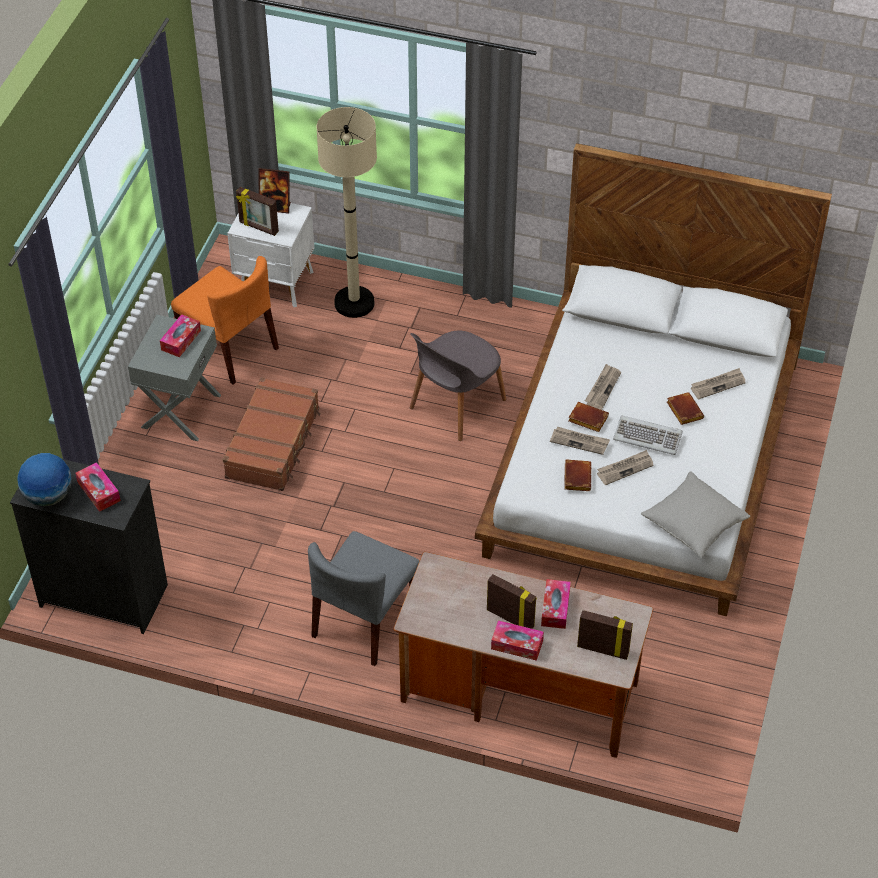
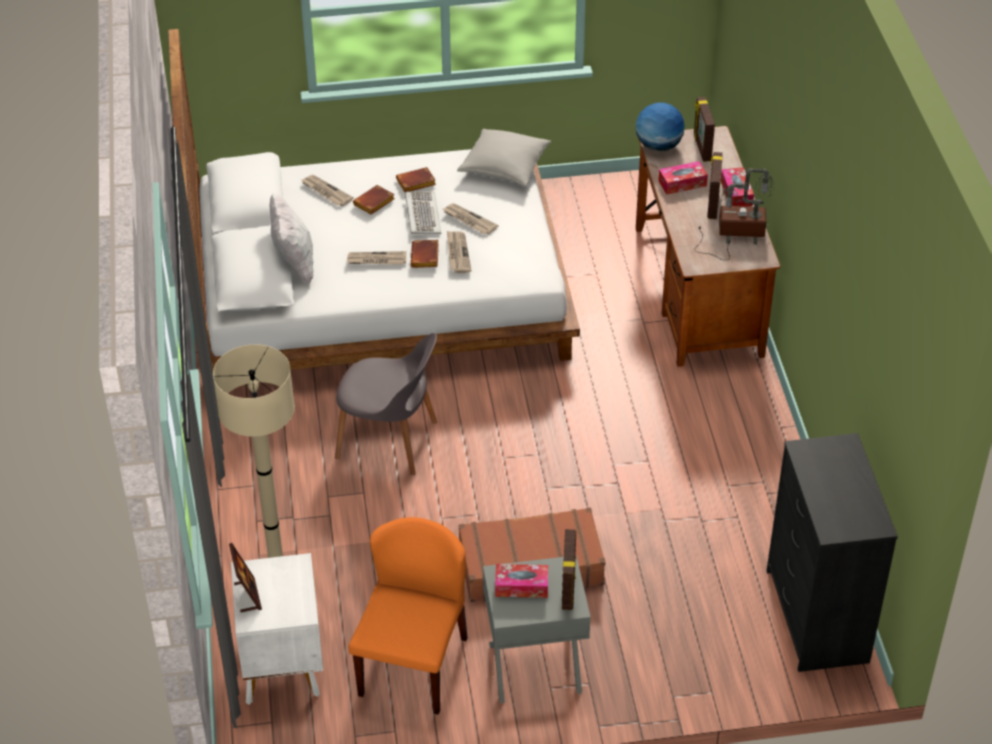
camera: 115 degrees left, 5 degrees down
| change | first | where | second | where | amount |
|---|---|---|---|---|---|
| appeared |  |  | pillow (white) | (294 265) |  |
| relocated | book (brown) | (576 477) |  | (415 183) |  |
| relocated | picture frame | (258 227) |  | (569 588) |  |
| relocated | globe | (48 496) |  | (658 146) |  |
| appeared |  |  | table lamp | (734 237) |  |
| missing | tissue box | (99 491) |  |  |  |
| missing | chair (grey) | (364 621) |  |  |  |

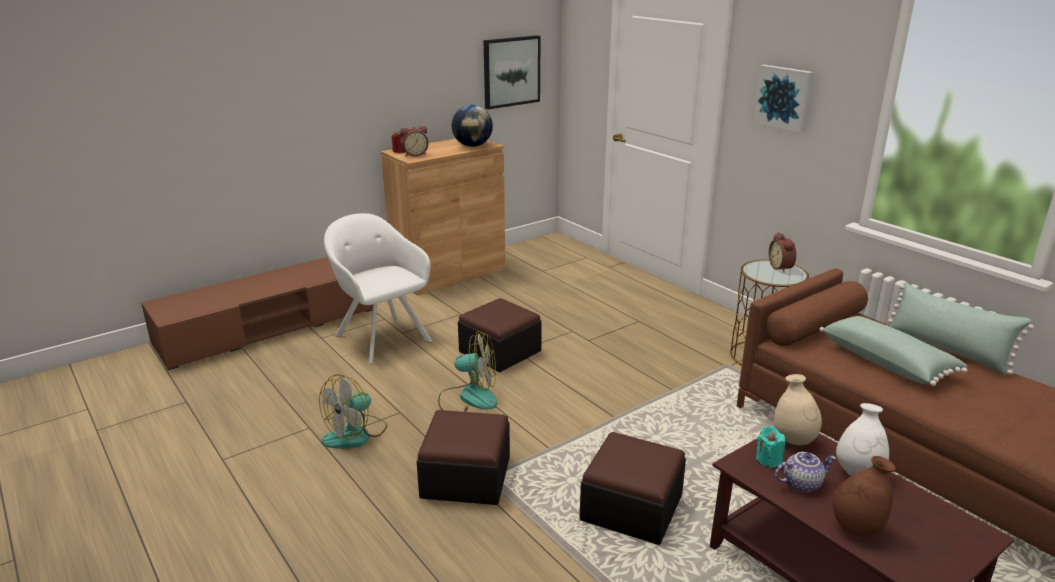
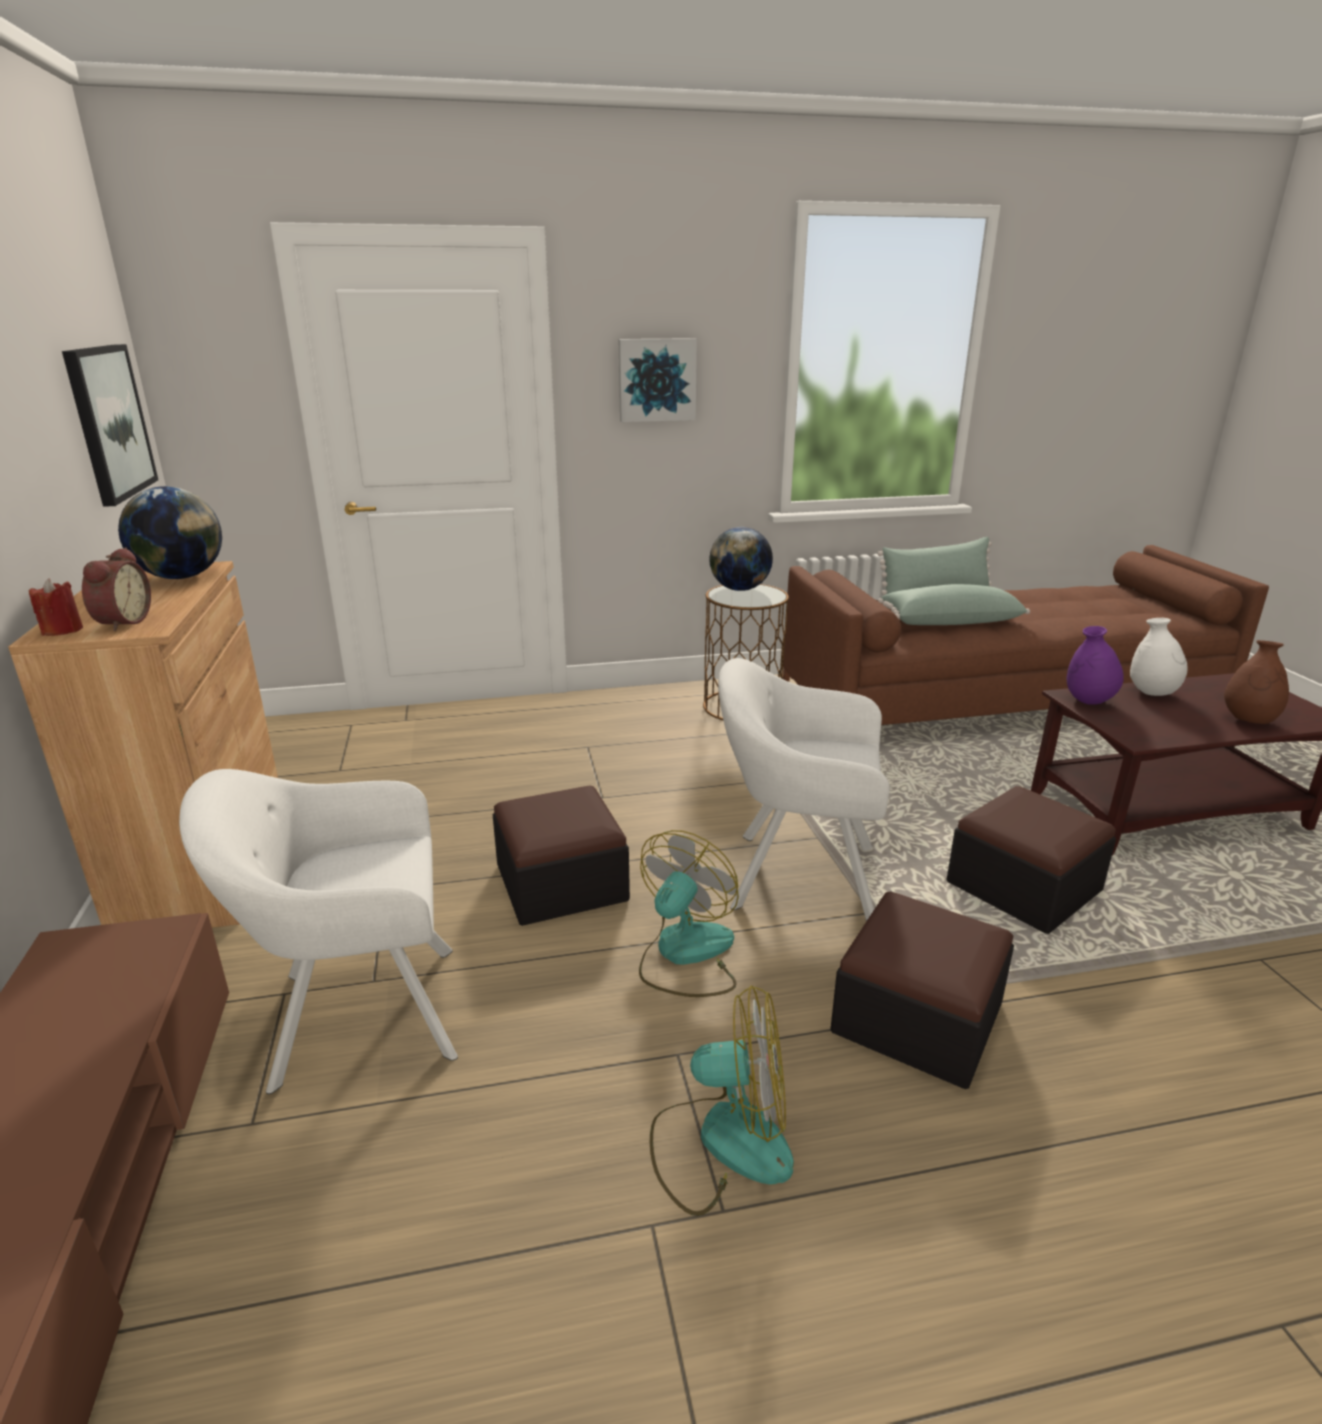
camera: 65 degrees left, 0 degrees up
| change | first | where | second | where | amount |
|---|---|---|---|---|---|
| spun | fan | (355 434) |  | (722 1141) | 60 degrees counterclockwise |
| exchanged | alarm clock | (782 267) | globe | (740 589) |  |
| appeared |  |  | armchair (white) | (795 875) |  |
| colour | vase (beige) | (794 440) | vase (purple) | (1088 701) |  |
| missing | candle (turquoise) | (768 460) |  |  |  |
| missing | teapot | (801 483) |  |  |  |

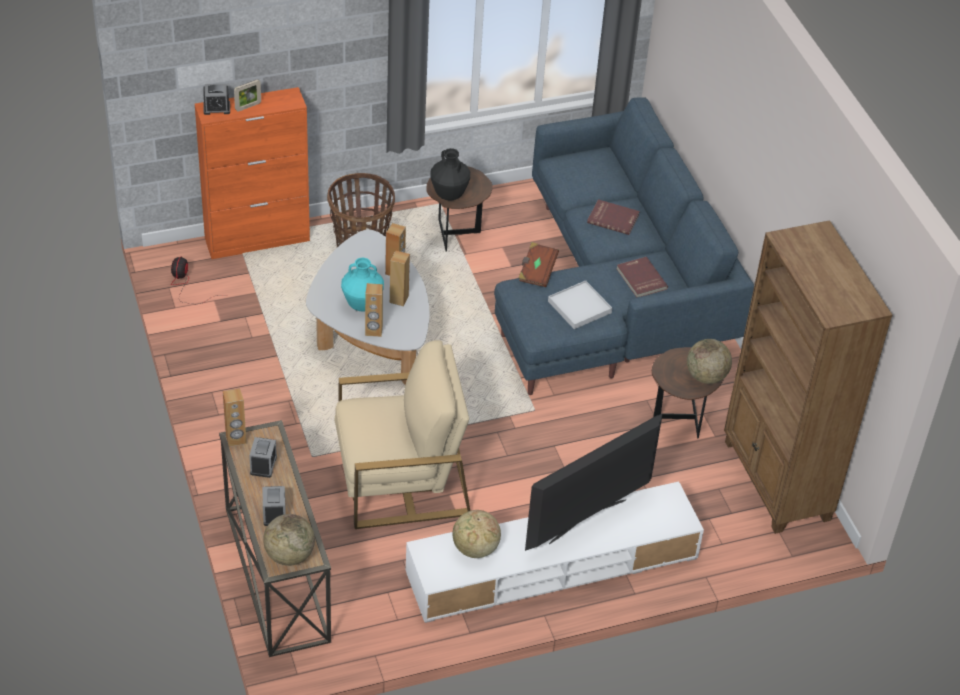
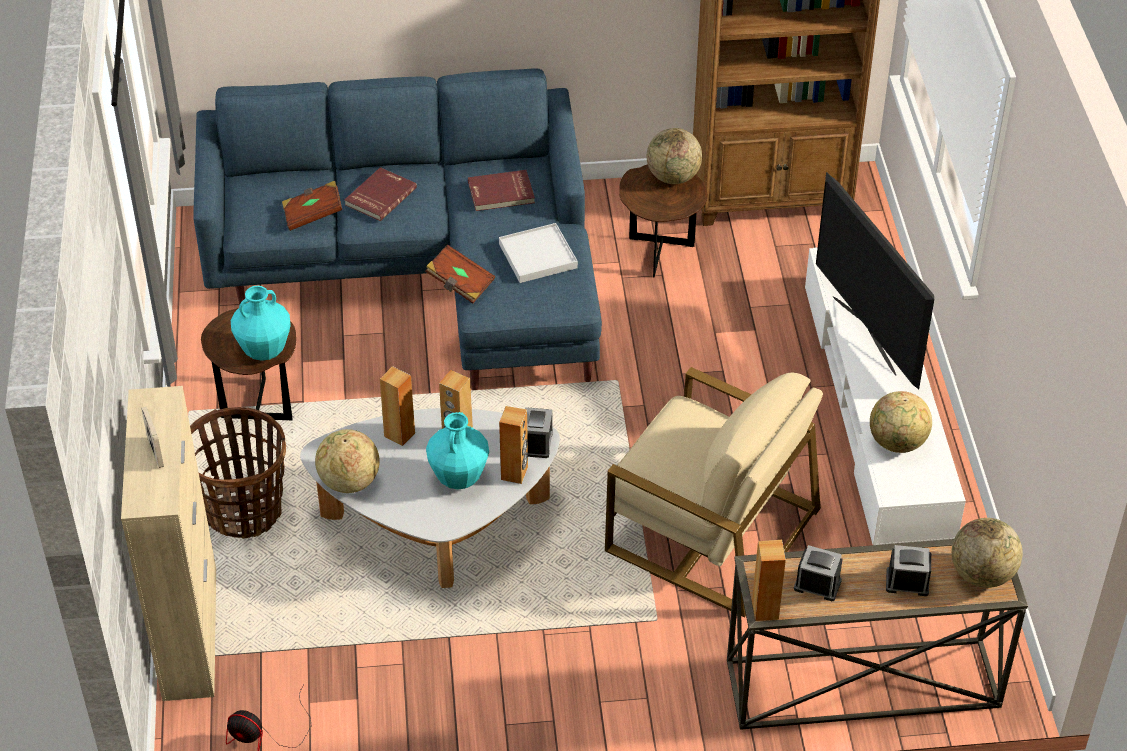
camera: 75 degrees left, 0 degrees up
| change | first | where | second | where | amount |
|---|---|---|---|---|---|
| colour | cabinet (orange) | (258 240) | cabinet (beige) | (190 633) |  |
| colour | vase (black) | (449 195) | vase (turquoise) | (264 351) |  |
| appeared |  |  | book (brown) | (313 215) |  |
| appeared |  |  | globe | (349 482) |  |
| relocated | alarm clock | (216 108) |  | (537 443) |  |
| spun | armchair (beige) | (401 477) |  | (710 529) | 120 degrees clockwise |

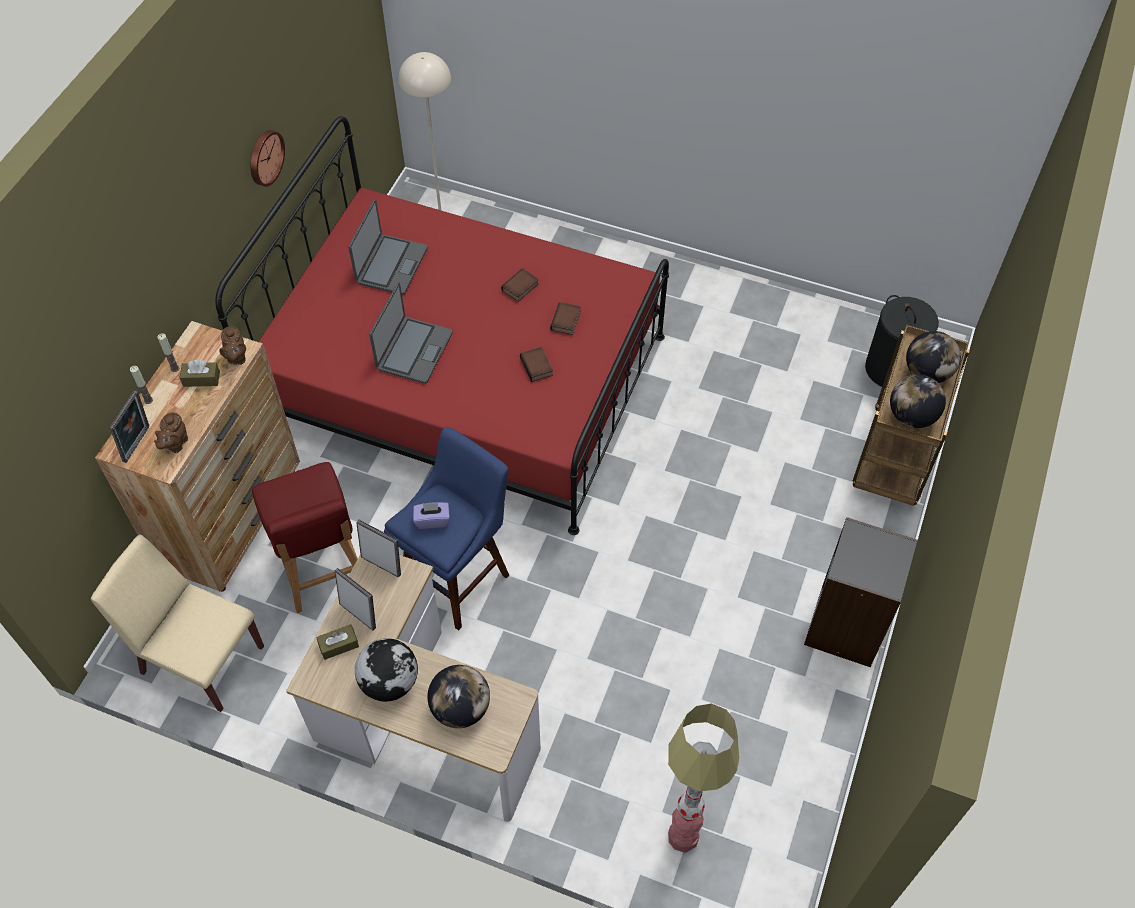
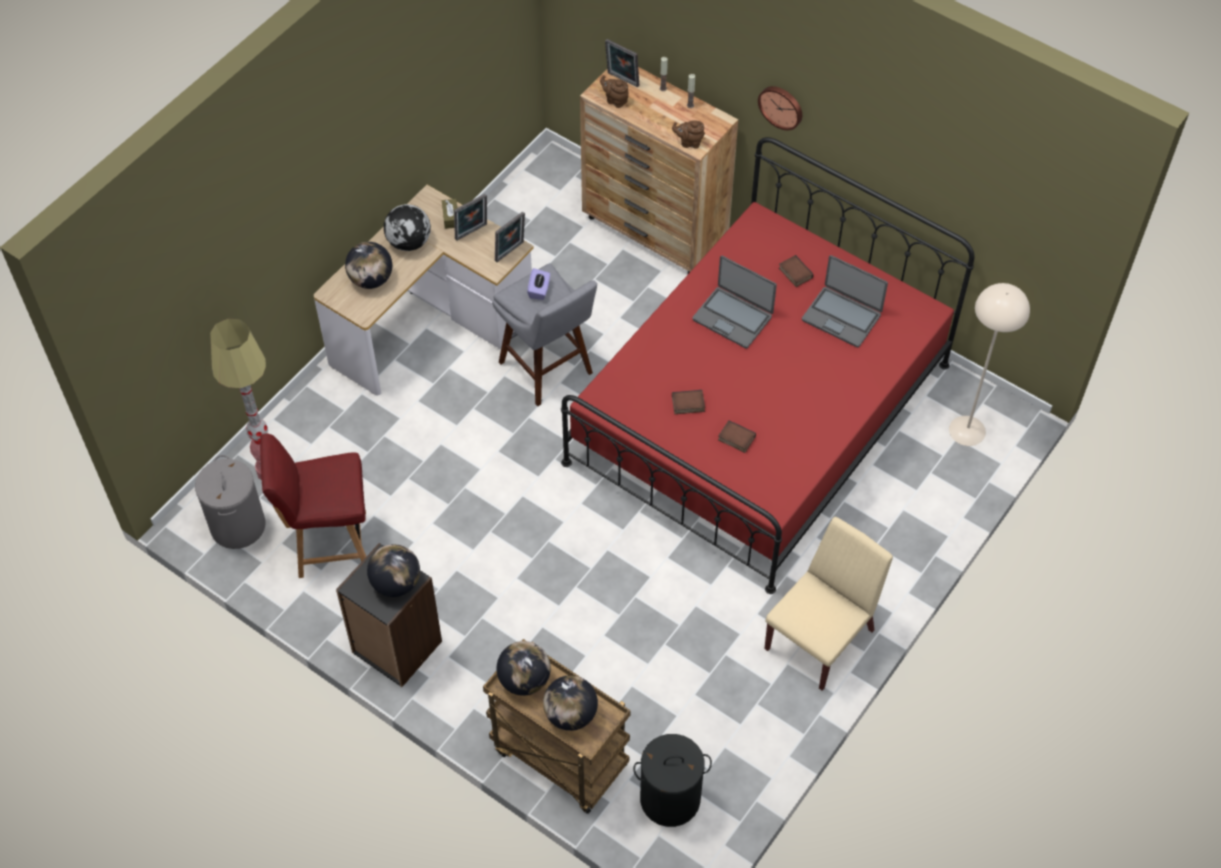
camera: 105 degrees right, 0 degrees up
| change | first | where | second | where | amount |
|---|---|---|---|---|---|
| appeared |  |  | laundry basket (grey) | (237 525) |  |
| relocated | chair (red) | (323 571) |  | (329 543) |  |
| appeared |  |  | globe | (396 583) |  |
| colour | stool (blue) | (458 577) | stool (grey) | (548 371) |  |
| relocated | wall clock | (264 157) |  | (781 106) |  |
| relocated | chair (beige) | (201 659) |  | (820 638) |  |
| relocated | book | (520 288) |  | (794 273) |  |
| missing | tissue box (brown) | (201 379) |  |  |  |

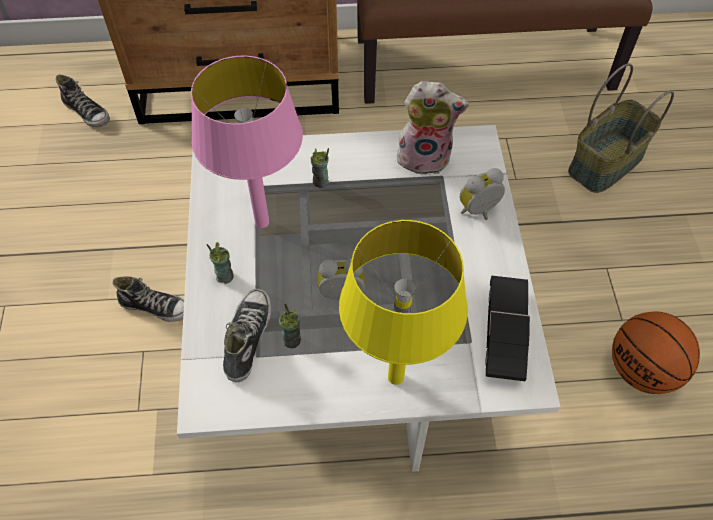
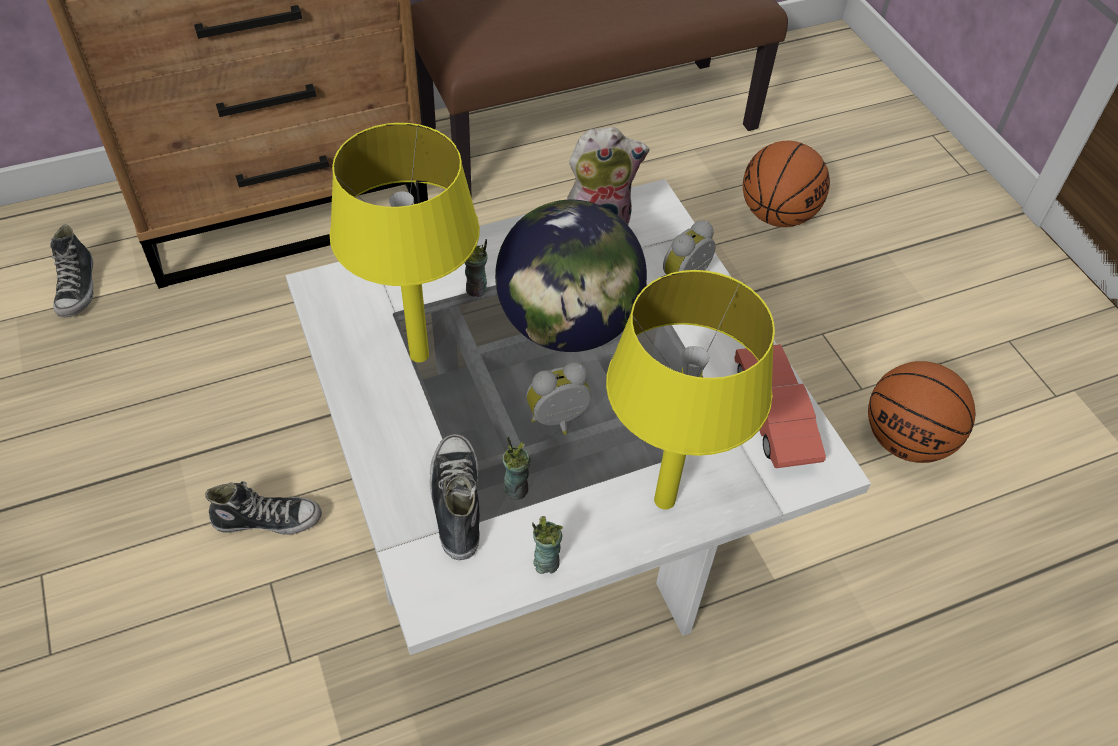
camera: 20 degrees left, 5 degrees down
| change | first | where | second | where | amount |
|---|---|---|---|---|---|
| spun | shoe | (87 112) |  | (77 288) | 60 degrees clockwise |
| colour | table lamp (pink) | (261 222) | table lamp (yellow) | (418 355) |  |
| appeared |  |  | globe | (568 326) |  |
| relocated | cup | (225 276) |  | (546 562) |  |
| colour | toy car (black) | (505 335) | toy car (red) | (774 417) |  |
| exchanged | basket | (606 164) | basketball | (777 215) |  |

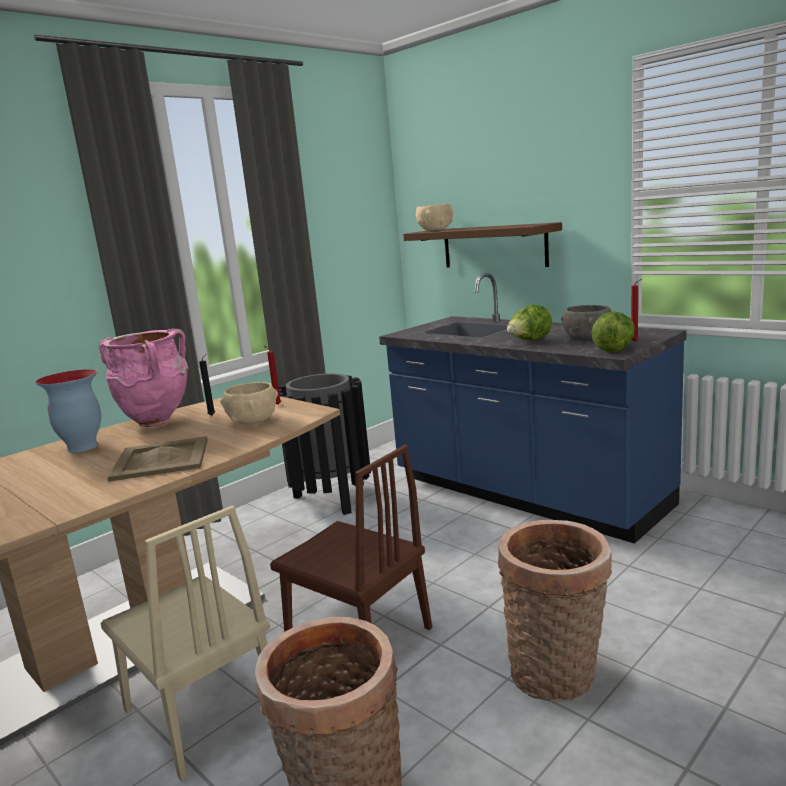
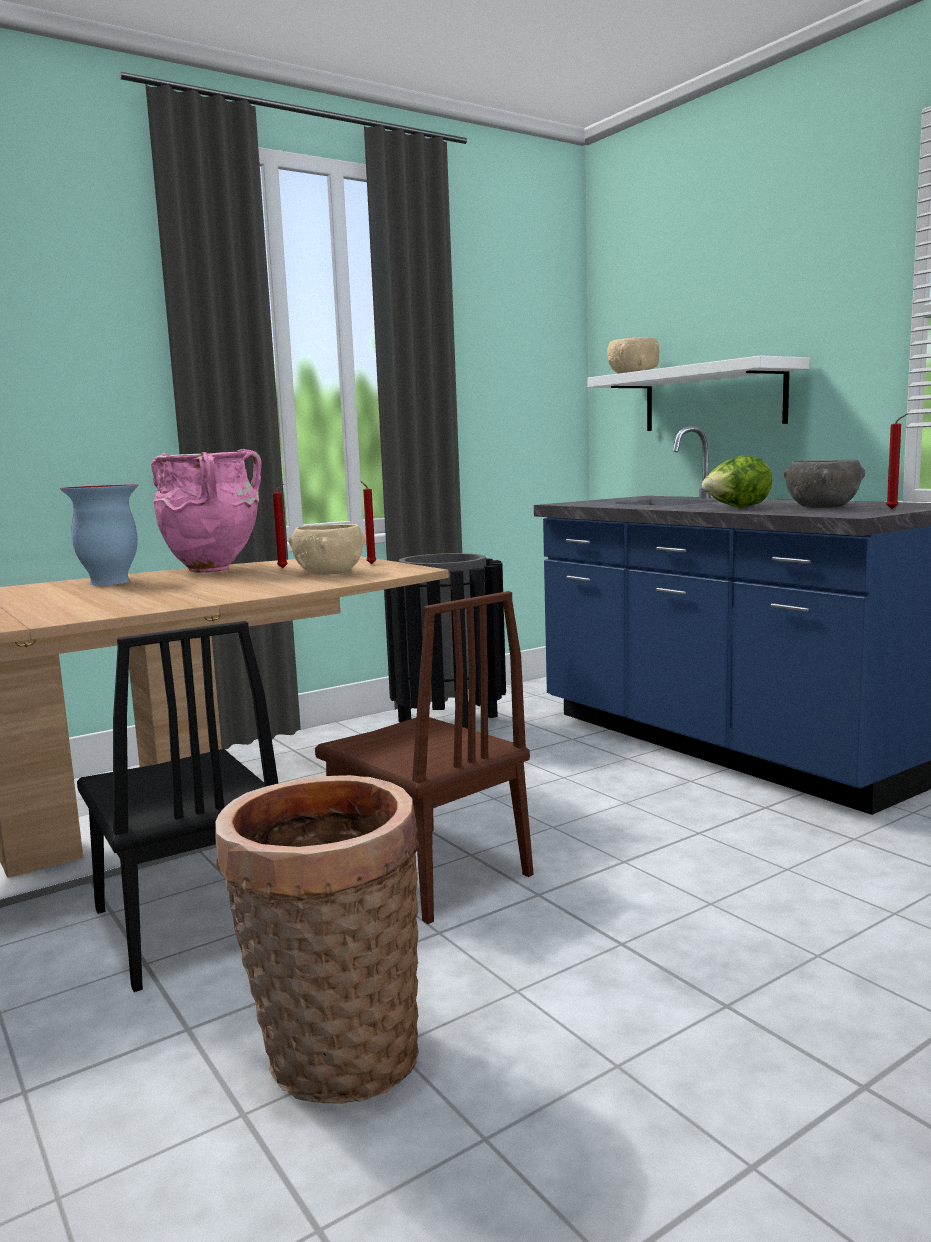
camera: 10 degrees right, 5 degrees down
| change | first | where | second | where | amount |
|---|---|---|---|---|---|
| colour | chair (beige) | (201 711) | chair (black) | (190 924) |  |
| colour | candle (black) | (213 415) | candle (red) | (284 568) |  |
| colour | shelf (brown) | (494 246) | shelf (white) | (713 398) |  |
| missing | tray (beige) | (162 459) |  |  |  |
| missing | basket | (557 676) |  |  |  |
| missing | lettuce | (614 349) |  |  |  |

